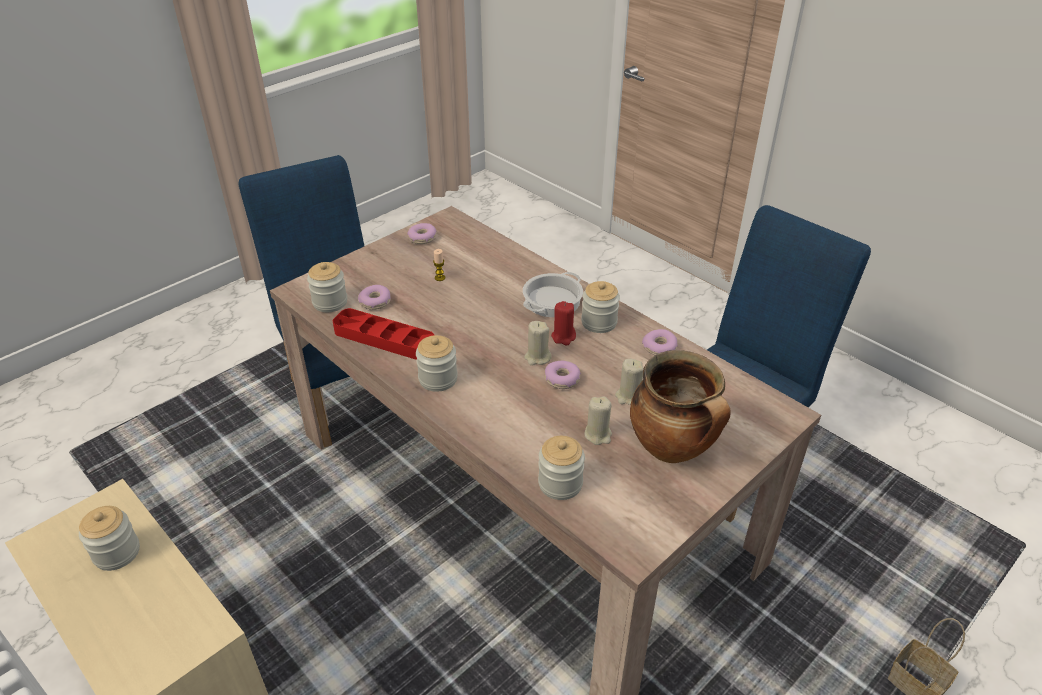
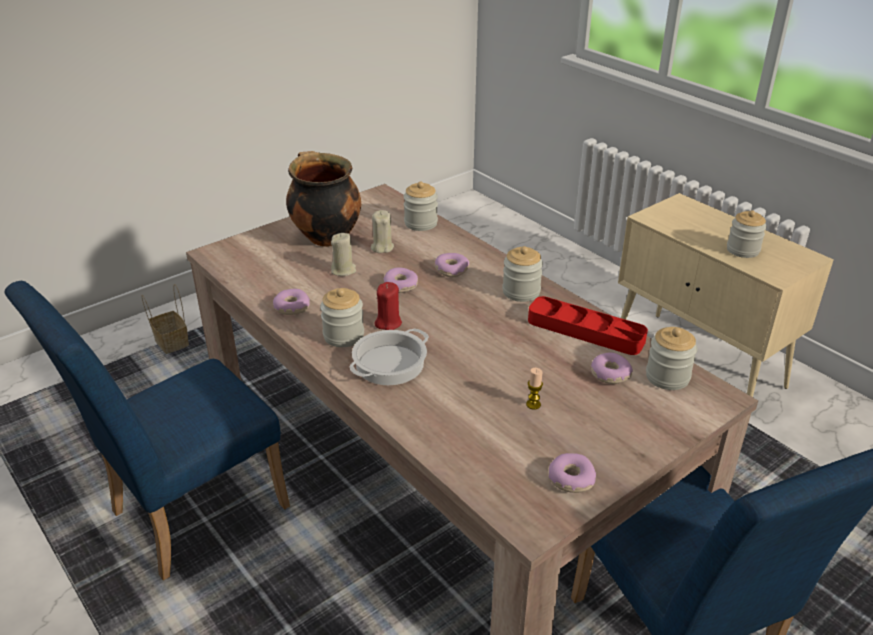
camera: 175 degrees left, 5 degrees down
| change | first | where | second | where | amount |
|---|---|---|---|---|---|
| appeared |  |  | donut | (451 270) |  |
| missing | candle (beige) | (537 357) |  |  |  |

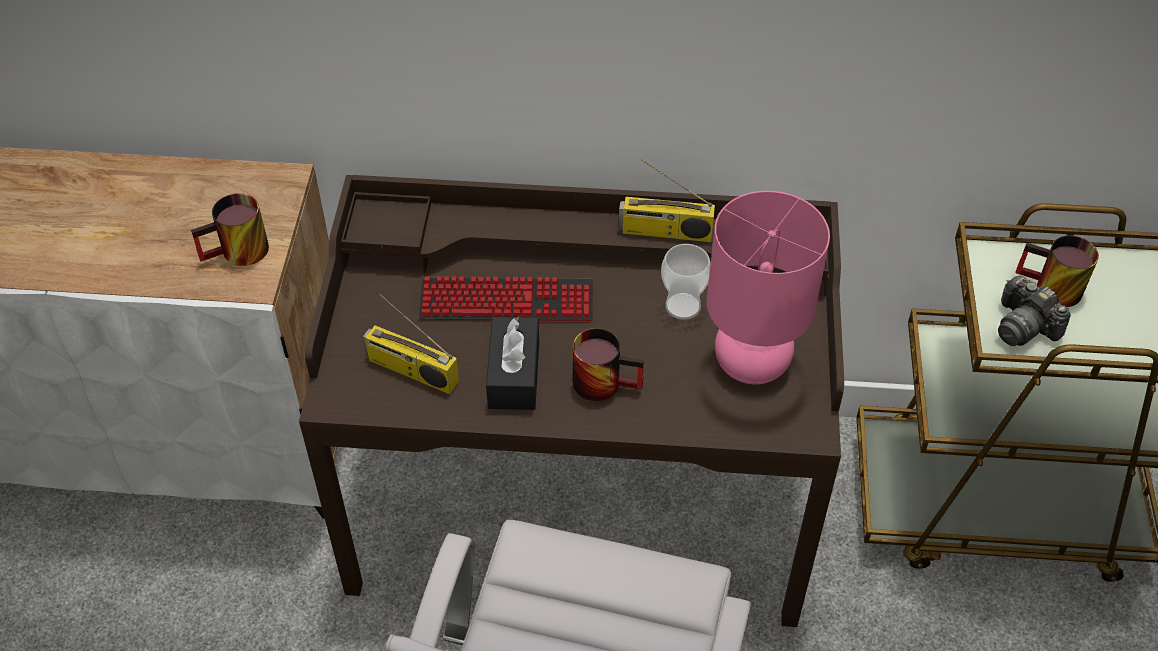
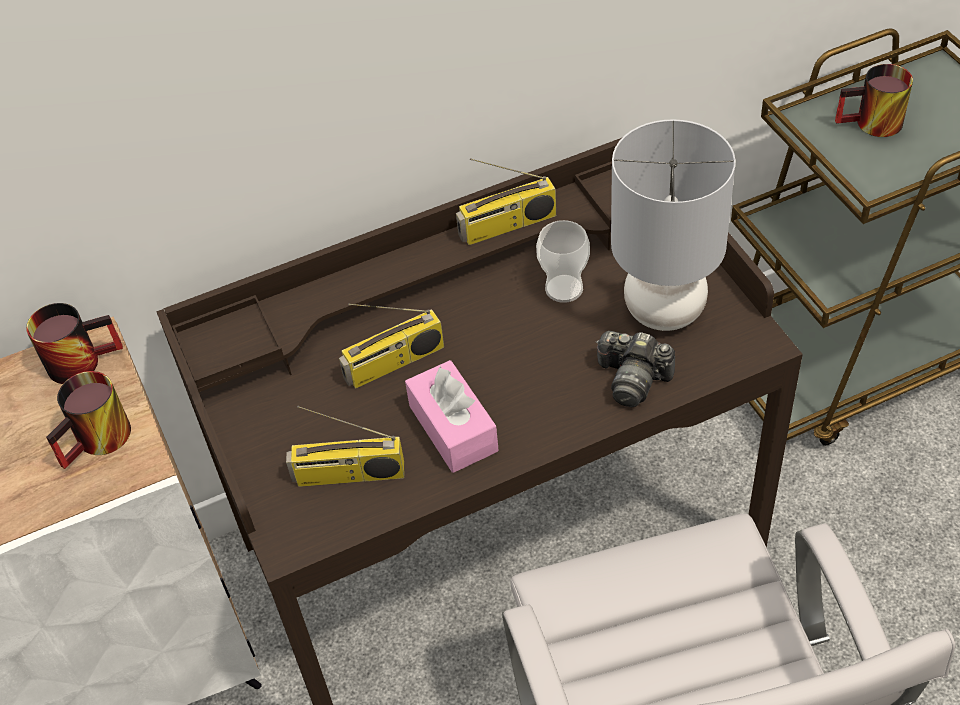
camera: 25 degrees left, 0 degrees up
| change | first | where | second | where | amount |
|---|---|---|---|---|---|
| relocated | mug | (605 380) |  | (82 358) |  |
| exchanged | keyboard | (506 302) | radio | (394 363) |  |
| colour | tissue box (black) | (514 374) | tissue box (pink) | (453 428) |  |
| relocated | photo camera | (1024 326) |  | (633 379) |  |
| colour | table lamp (pink) | (751 362) | table lamp (grey) | (663 309) |  |

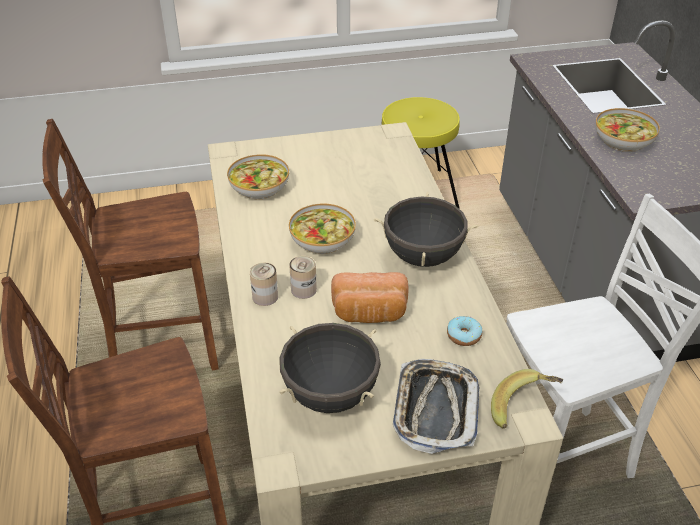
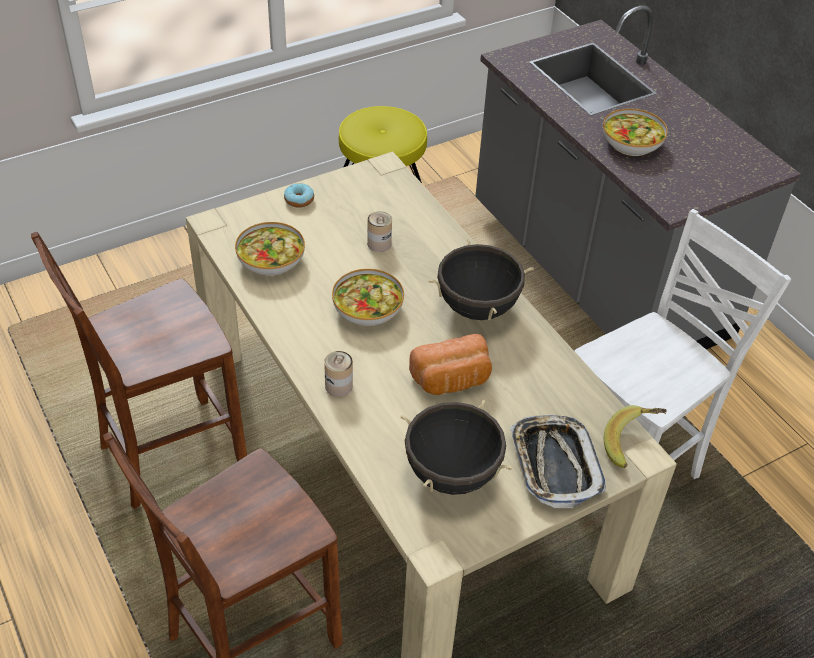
camera: 20 degrees left, 5 degrees up
| change | first | where | second | where | amount |
|---|---|---|---|---|---|
| relocated | donut | (464 336) |  | (299 200) |  |
| relocated | can | (303 289) |  | (379 243) |  |

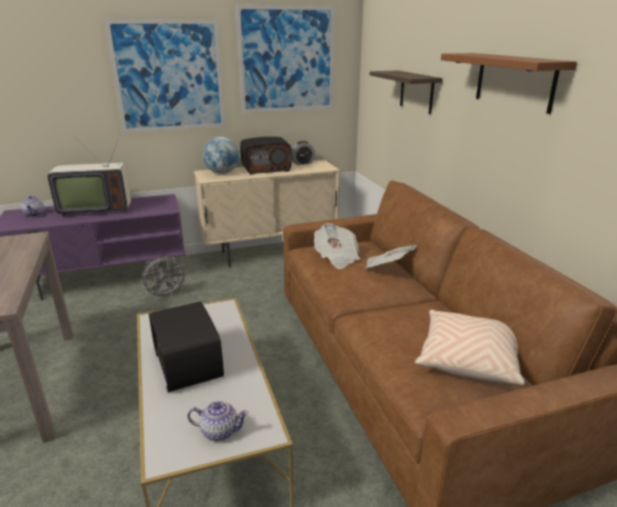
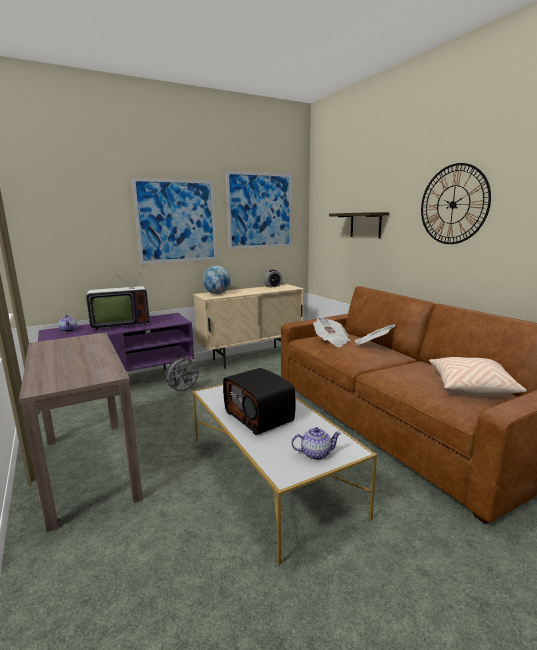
camera: 10 degrees left, 10 degrees down
| change | first | where | second | where | amount |
|---|---|---|---|---|---|
| exchanged | shelf (brown) | (514 81) | wall clock | (453 204) |  |
| missing | radio | (266 168) |  |  |  |

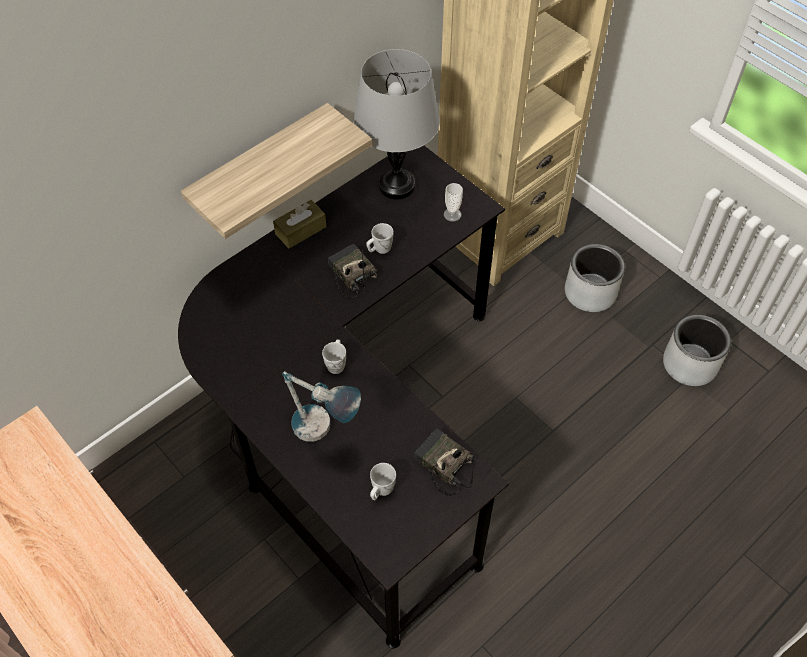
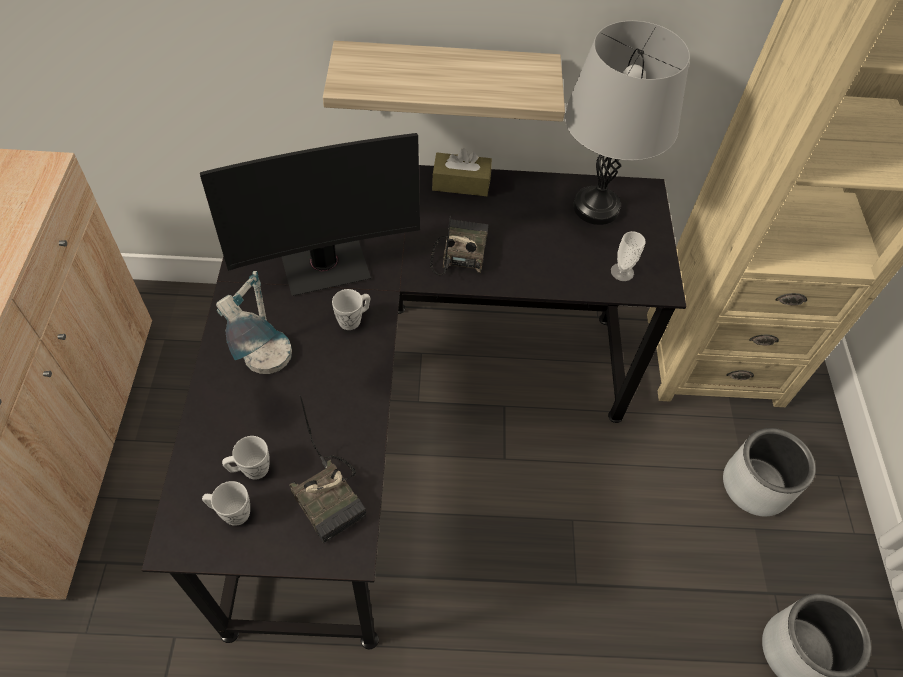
camera: 40 degrees right, 0 degrees up
| change | first | where | second | where | amount |
|---|---|---|---|---|---|
| appeared |  |  | monitor | (325 264) |  |
| relocated | mug (white) | (379 249) |  | (231 512) |  |
| spun | radio | (442 465) |  | (332 499) | 150 degrees clockwise |

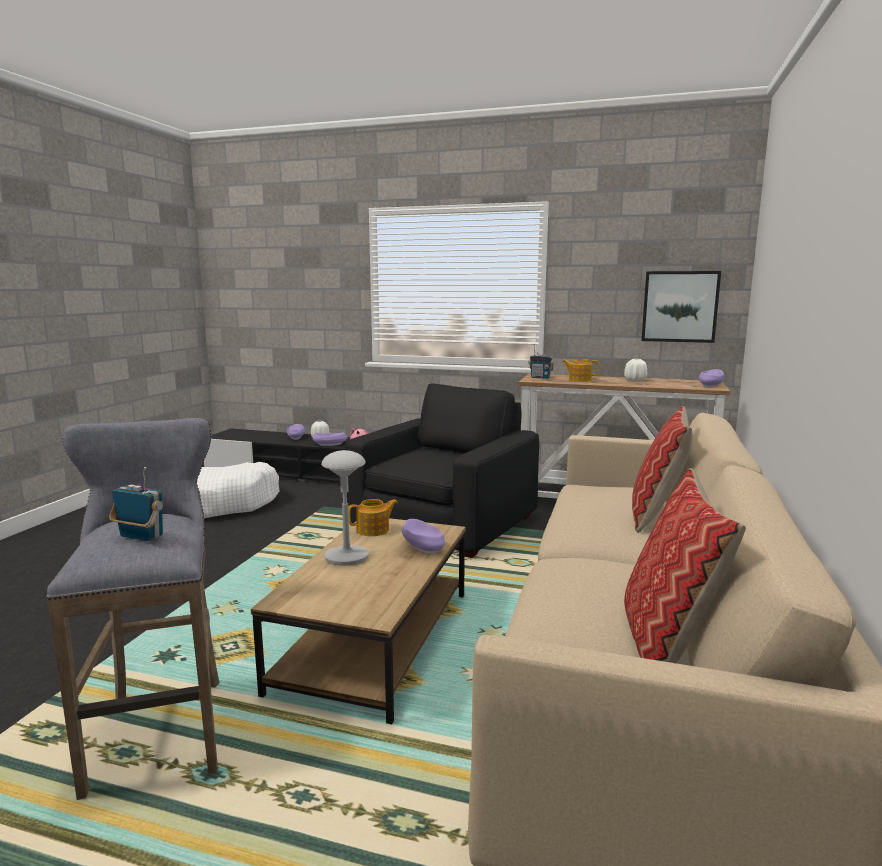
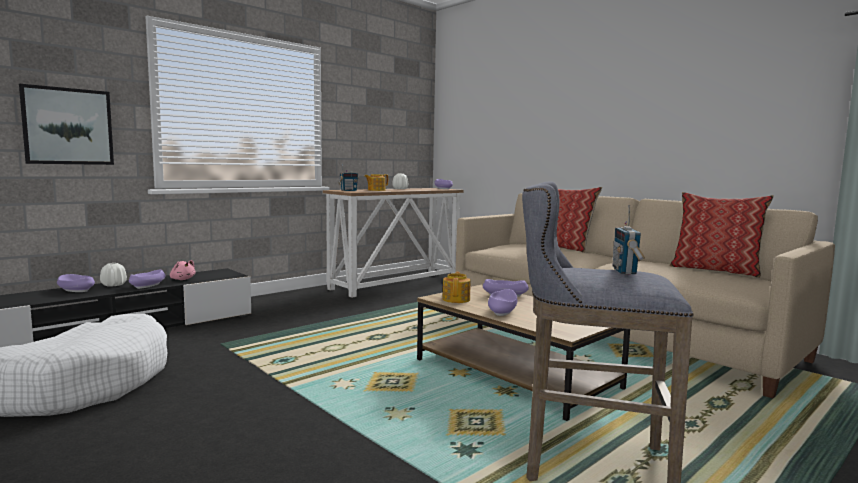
camera: 60 degrees left, 5 degrees down
| change | first | where | second | where | amount |
|---|---|---|---|---|---|
| relocated | picture | (679 306) |  | (68 126) |  |
| exchanged | table lamp (grey) | (347 557) | bowl (purple) | (502 311) |  |
| spun | radio | (141 536) |  | (625 271) | 45 degrees counterclockwise |
| missing | armchair (black) | (444 523) |  |  |  |

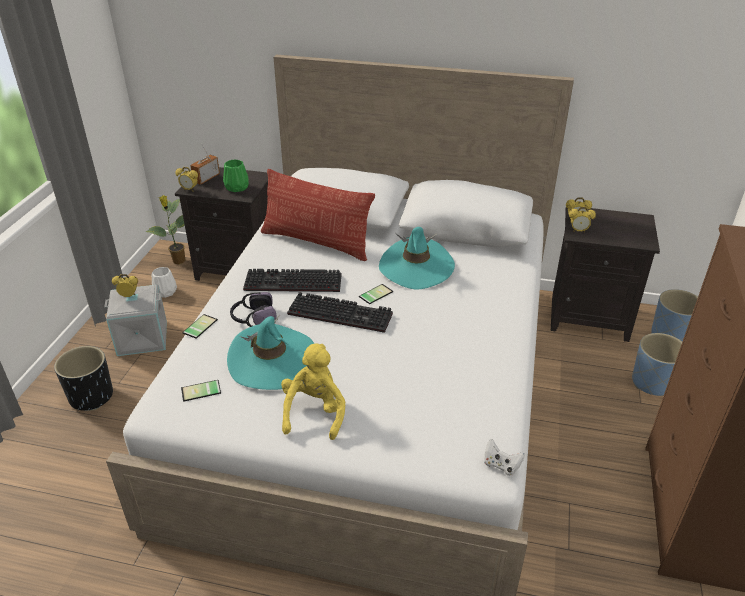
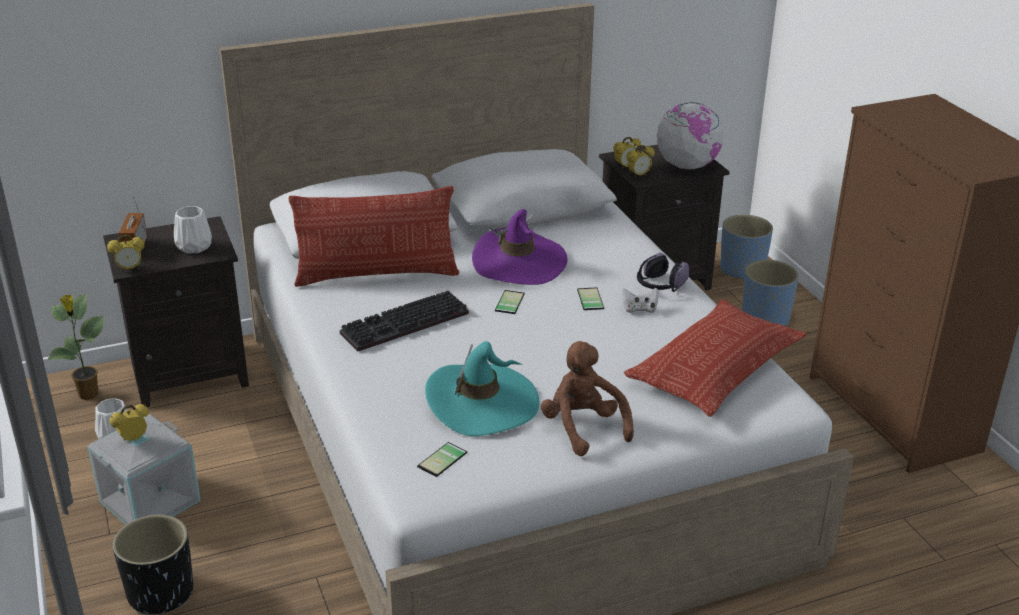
camera: 35 degrees left, 5 degrees down
| change | first | where | second | where | amount |
|---|---|---|---|---|---|
| colour | vase (green) | (237 187) | vase (white) | (195 246) |  |
| colour | hat (turquoise) | (416 267) | hat (purple) | (519 262) |  |
| colour | plush toy (yellow) | (314 412) | plush toy (brown) | (583 428) |  |
| relocated | phone | (198 326) |  | (588 299) |  |
| relocated | game controller (white) | (501 465) |  | (639 309) |  |
| appeared |  |  | pillow | (715 367) |  |
| relocated | headphones | (253 318) |  | (659 285) |  |
| appeared |  |  | globe | (687 166) |  |
| missing | keyboard | (342 313) |  |  |  |

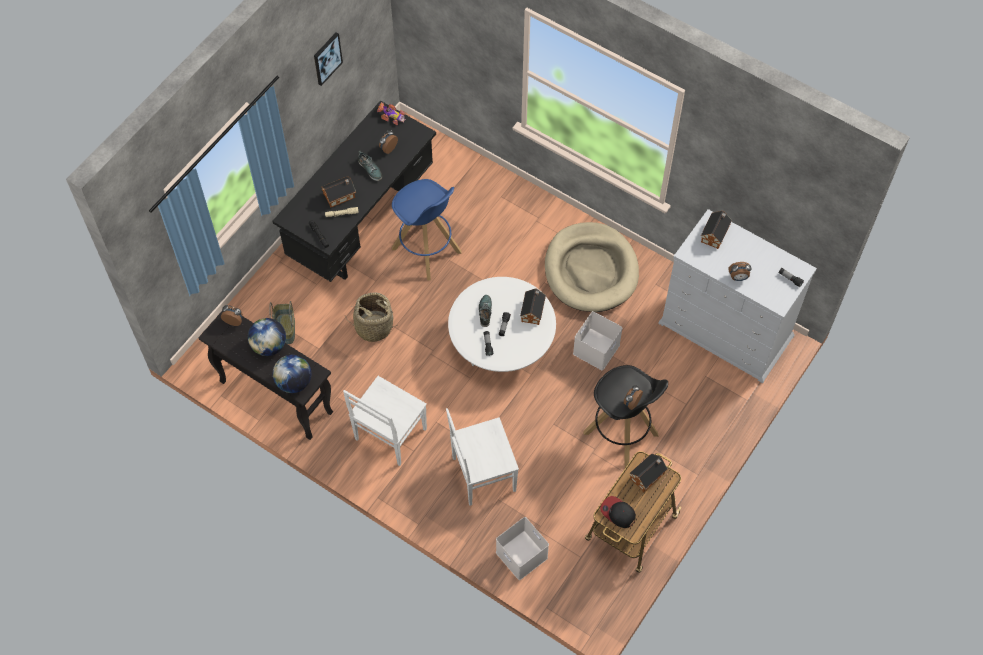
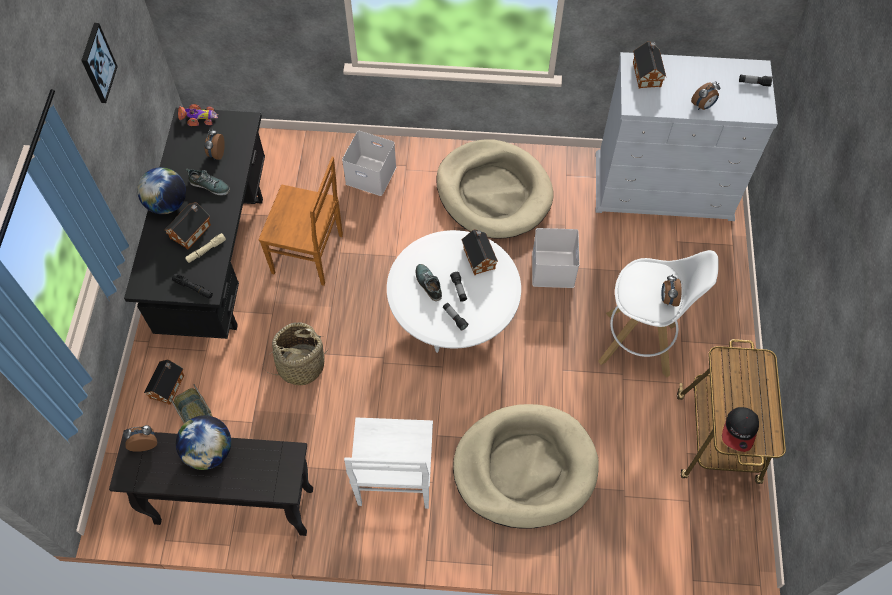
camera: 30 degrees left, 0 degrees up
| change | first | where | second | where | amount |
|---|---|---|---|---|---|
| relocated | globe | (294 382) |  | (167 204) |  |
| relocated | toy house | (648 475) |  | (168 385) |  |
| exchanged | stool (blue) | (427 251) | chair (brown) | (310 254) |  |
| relocated | storage box (white) | (520 555) |  | (369 175) |  |
| exchanged | chair (white) | (481 475) | dog bed (beige) | (524 468) |  |
| colour | stool (black) | (621 434) | stool (white) | (638 344) |  |
| spun | cap | (617 513) |  | (740 430) | 75 degrees counterclockwise |

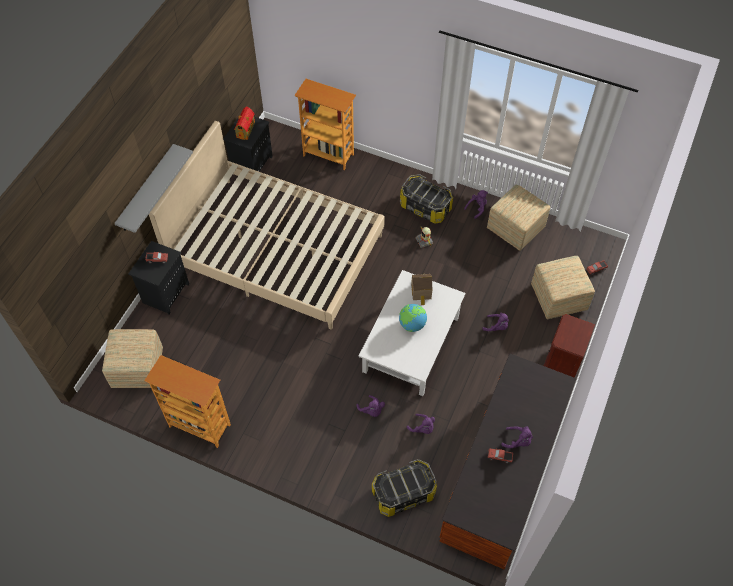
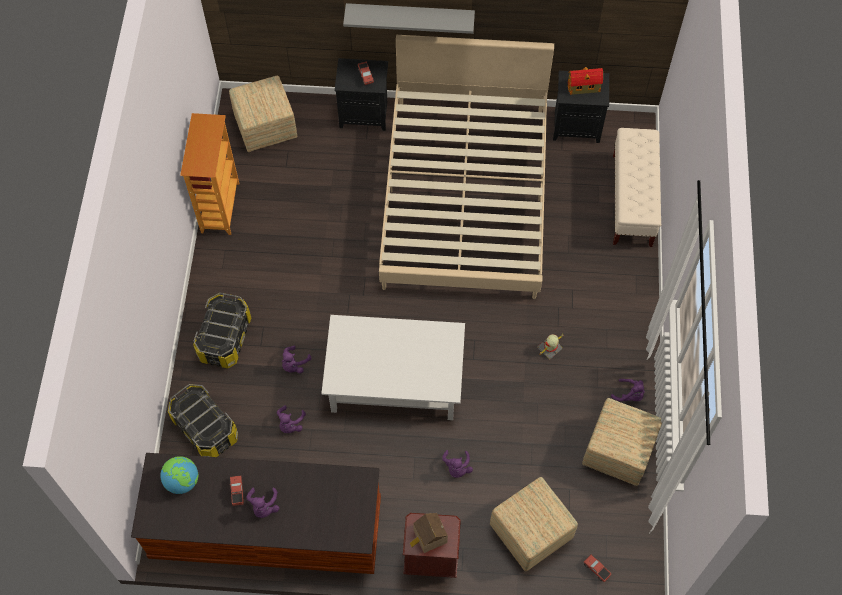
camera: 70 degrees right, 5 degrees up
| change | first | where | second | where | amount |
|---|---|---|---|---|---|
| relocated | globe | (412 324) |  | (182 481) |  |
| relocated | storage box | (425 207) |  | (224 338) |  |
| relocated | toy house | (421 293) |  | (428 537) |  |
| exchanged | bookcase | (329 155) | bench (beige) | (632 200) |  |

